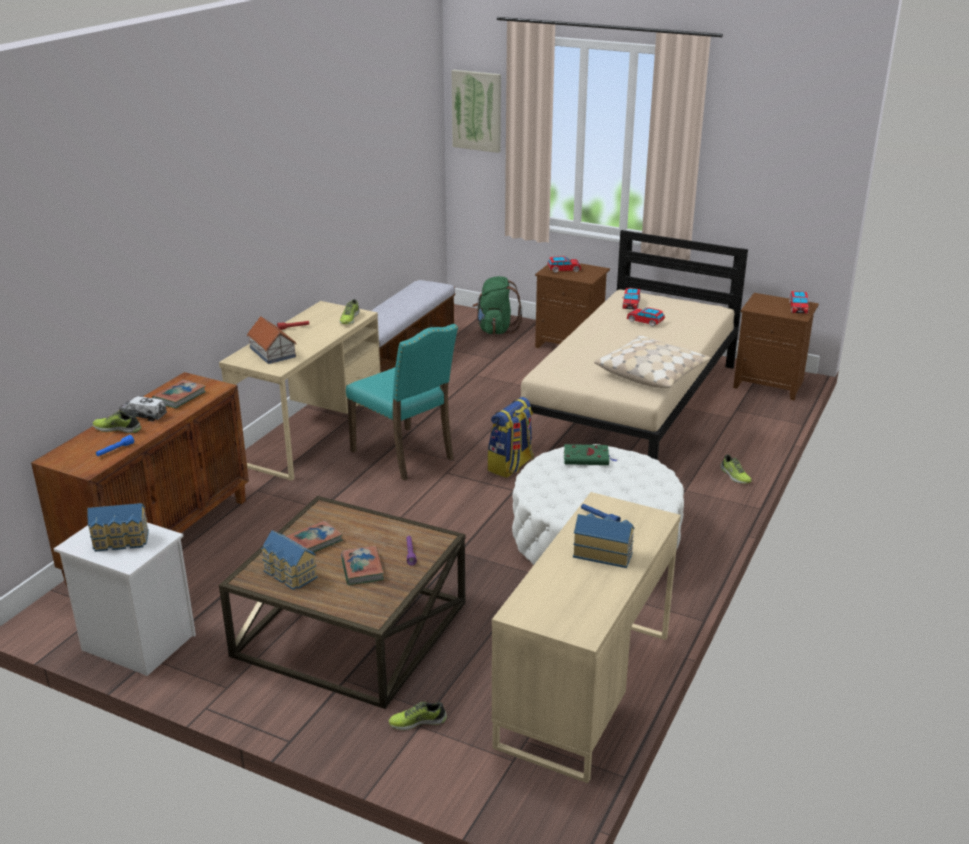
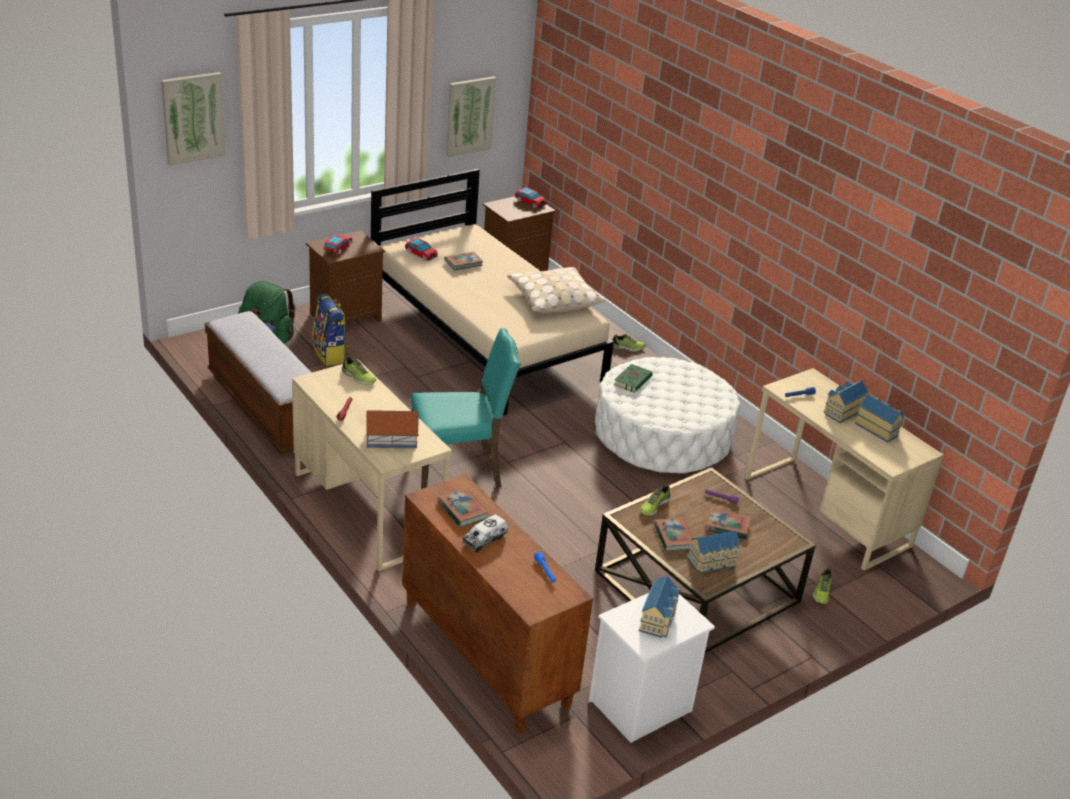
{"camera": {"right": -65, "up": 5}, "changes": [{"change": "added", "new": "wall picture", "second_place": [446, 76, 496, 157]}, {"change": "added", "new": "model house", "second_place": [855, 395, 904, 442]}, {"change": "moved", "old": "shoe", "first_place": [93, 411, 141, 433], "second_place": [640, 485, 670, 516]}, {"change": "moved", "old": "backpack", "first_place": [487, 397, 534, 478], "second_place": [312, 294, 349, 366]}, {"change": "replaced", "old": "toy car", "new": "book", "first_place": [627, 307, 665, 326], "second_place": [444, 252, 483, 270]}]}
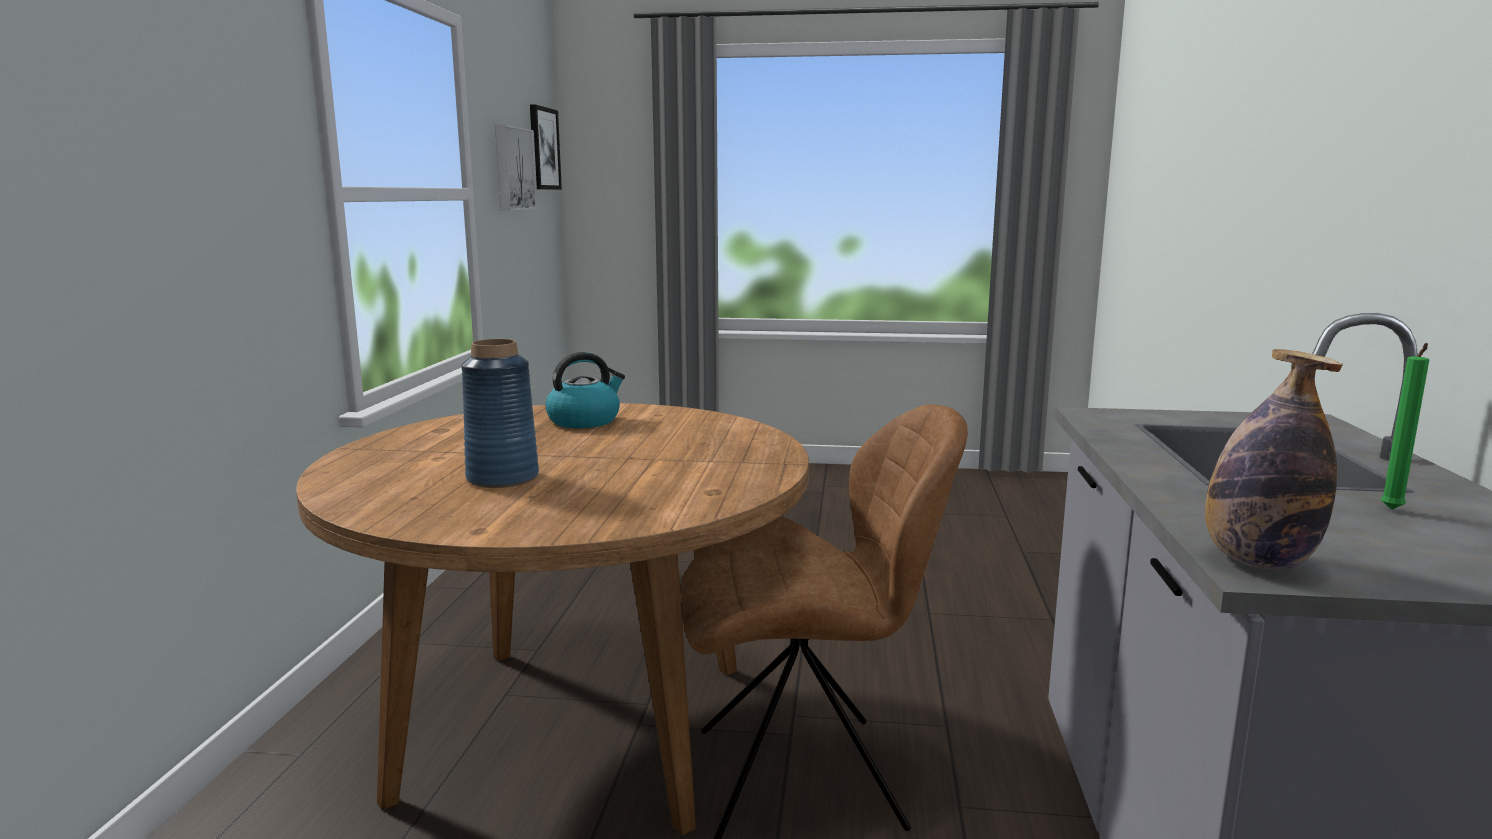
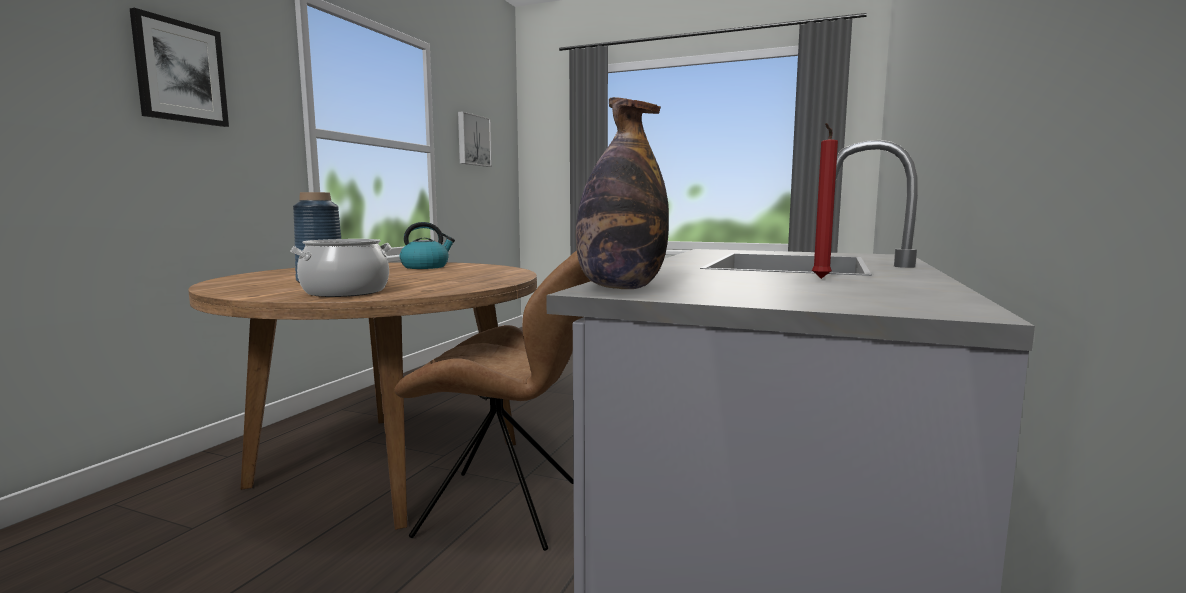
{"camera": {"right": 15, "up": -5}, "changes": [{"change": "added", "new": "cooking pot", "second_place": [290, 239, 392, 297]}, {"change": "moved", "old": "wall picture", "first_place": [530, 104, 562, 190], "second_place": [130, 8, 229, 127]}, {"change": "recoloured", "old": "greenish candle", "new": "red candle", "first_place": [1381, 343, 1429, 510], "second_place": [812, 123, 838, 279]}]}
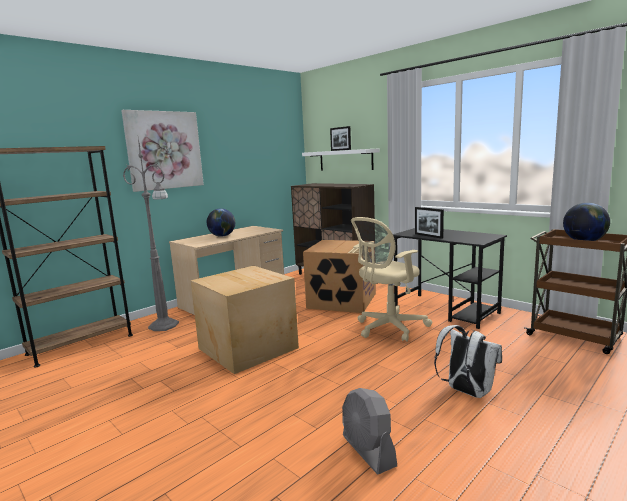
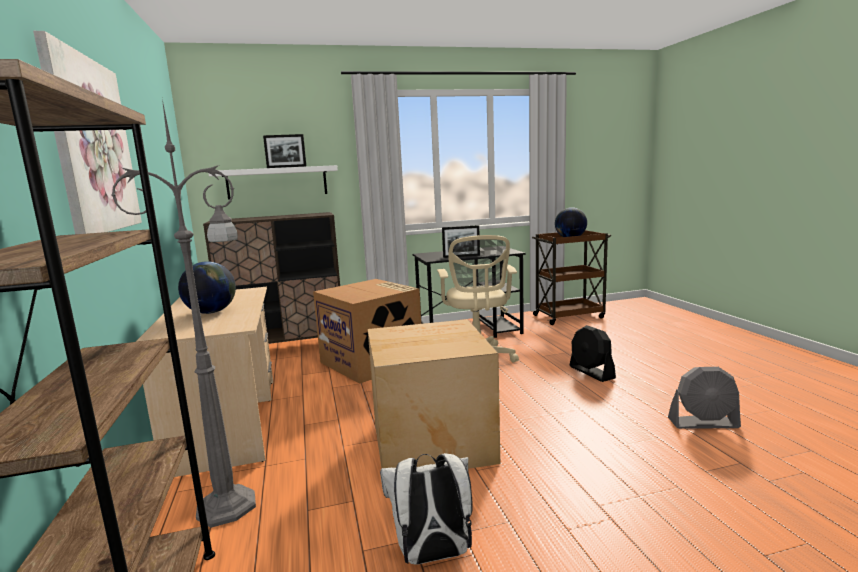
{"camera": {"right": -60, "up": 0}, "changes": [{"change": "added", "new": "black fan", "second_place": [570, 325, 616, 382]}, {"change": "moved", "old": "whitish backpack", "first_place": [434, 325, 502, 398], "second_place": [380, 453, 473, 565]}]}
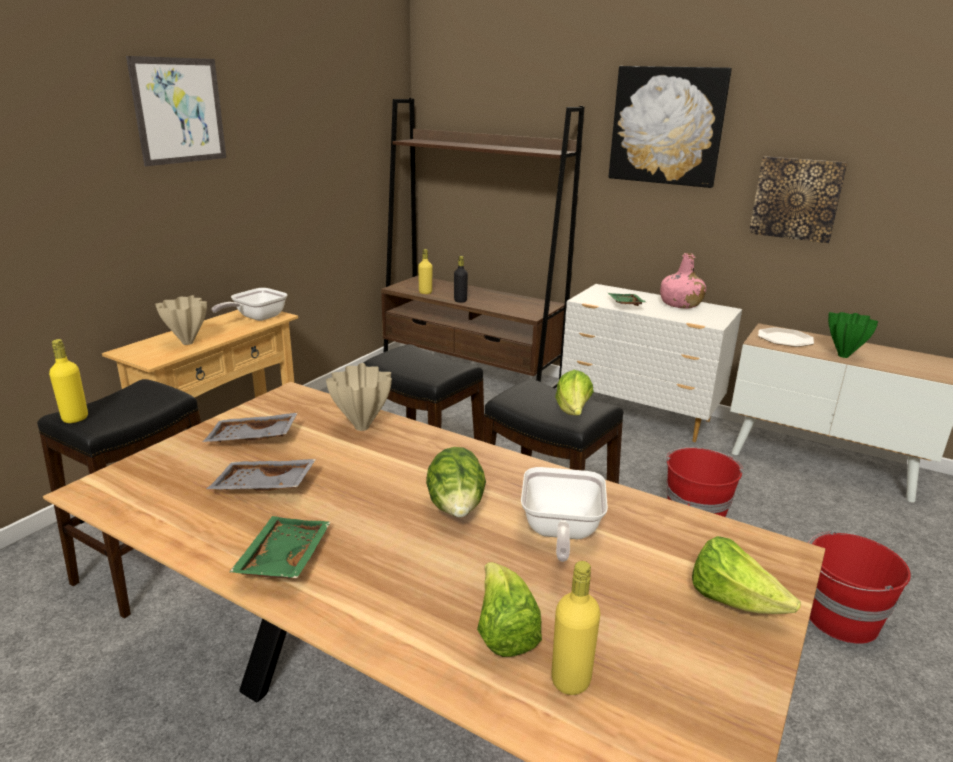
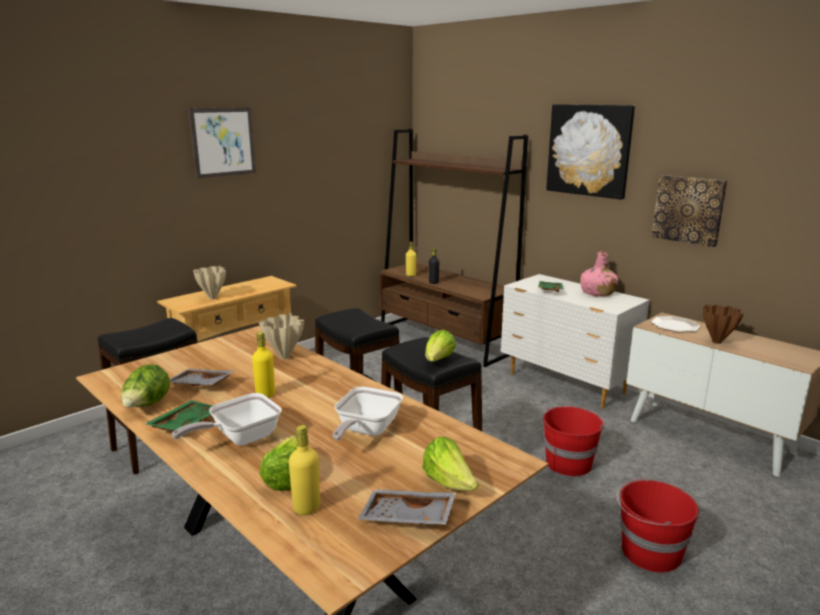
{"camera": {"right": 15, "up": -5}, "changes": [{"change": "moved", "old": "yellow drink bottle", "first_place": [49, 339, 88, 423], "second_place": [252, 332, 275, 398]}, {"change": "moved", "old": "grey serving tray", "first_place": [202, 413, 298, 442], "second_place": [358, 489, 456, 525]}, {"change": "moved", "old": "frying pan", "first_place": [211, 288, 287, 321], "second_place": [172, 393, 282, 446]}, {"change": "moved", "old": "lettuce", "first_place": [426, 447, 486, 517], "second_place": [121, 364, 170, 407]}, {"change": "recoloured", "old": "greenish vase", "new": "brown vase", "first_place": [828, 312, 878, 358], "second_place": [703, 304, 744, 344]}]}
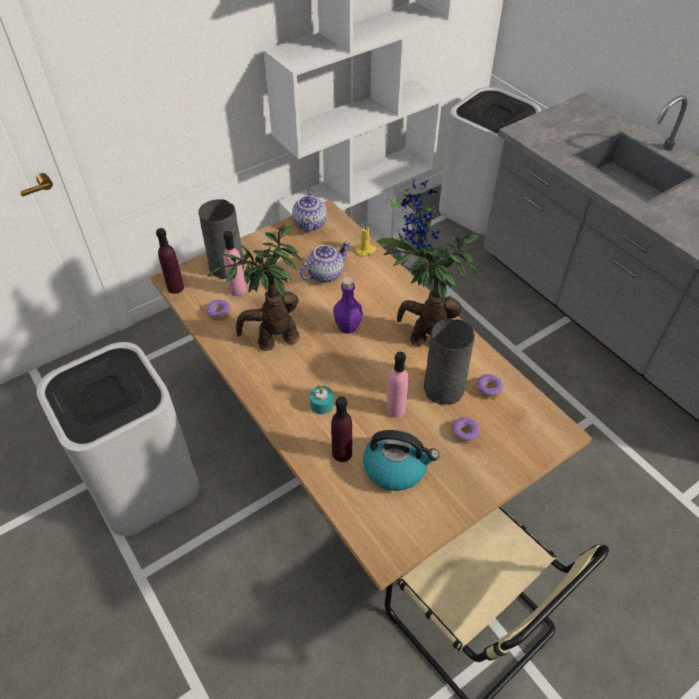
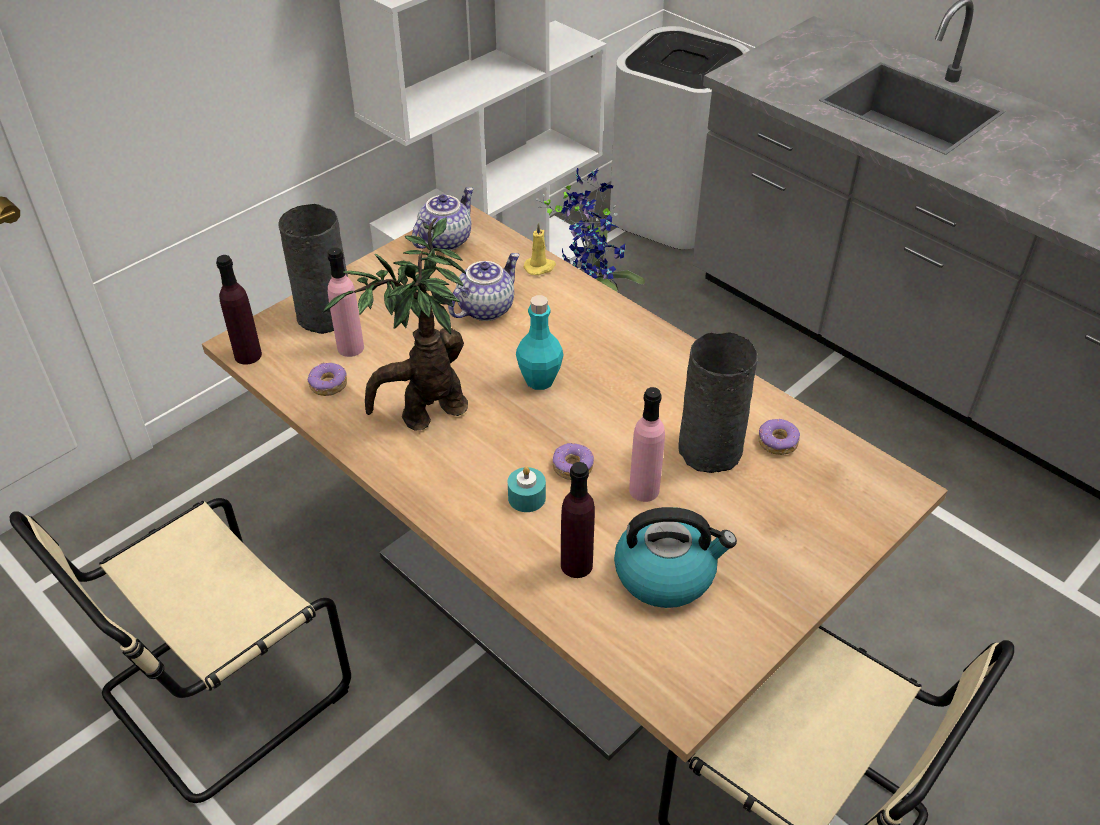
{"camera": {"right": -10, "up": -5}, "changes": [{"change": "removed", "old": "plant in a pot", "first_place": [383, 233, 480, 346]}, {"change": "moved", "old": "donut", "first_place": [452, 417, 480, 444], "second_place": [552, 443, 594, 480]}, {"change": "replaced", "old": "whitish waste bin", "new": "sand-coloured chair", "first_place": [36, 342, 199, 536], "second_place": [9, 498, 351, 803]}, {"change": "recoloured", "old": "purple-coloured drink bottle", "new": "turquoise drink bottle", "first_place": [333, 277, 363, 334], "second_place": [516, 295, 563, 390]}, {"change": "turned", "old": "tea pot", "first_place": [292, 188, 327, 232], "second_place": [412, 187, 474, 250], "degrees": -135}]}
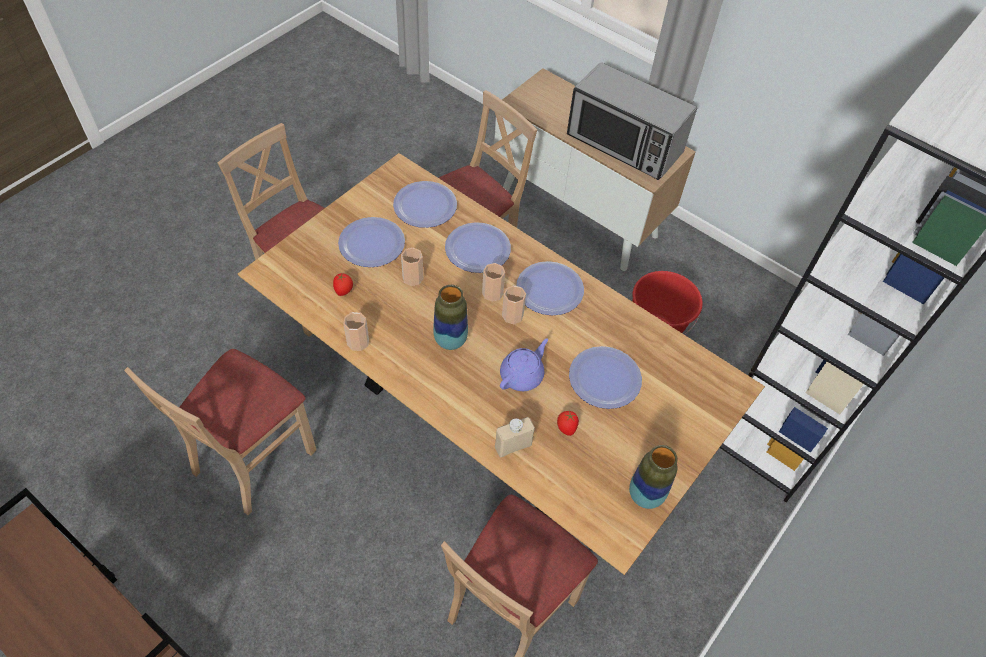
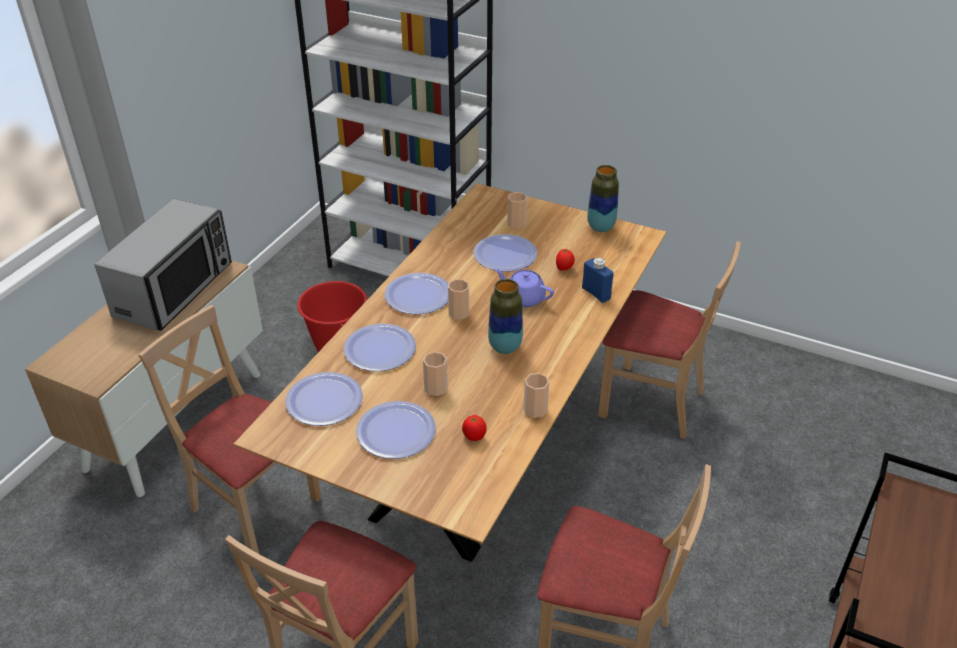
{"camera": {"right": -100, "up": -15}, "changes": [{"change": "moved", "old": "drinking cup", "first_place": [482, 263, 505, 302], "second_place": [507, 192, 527, 229]}, {"change": "recoloured", "old": "sand-coloured drink bottle", "new": "blue drink bottle", "first_place": [495, 417, 535, 458], "second_place": [582, 258, 614, 303]}]}
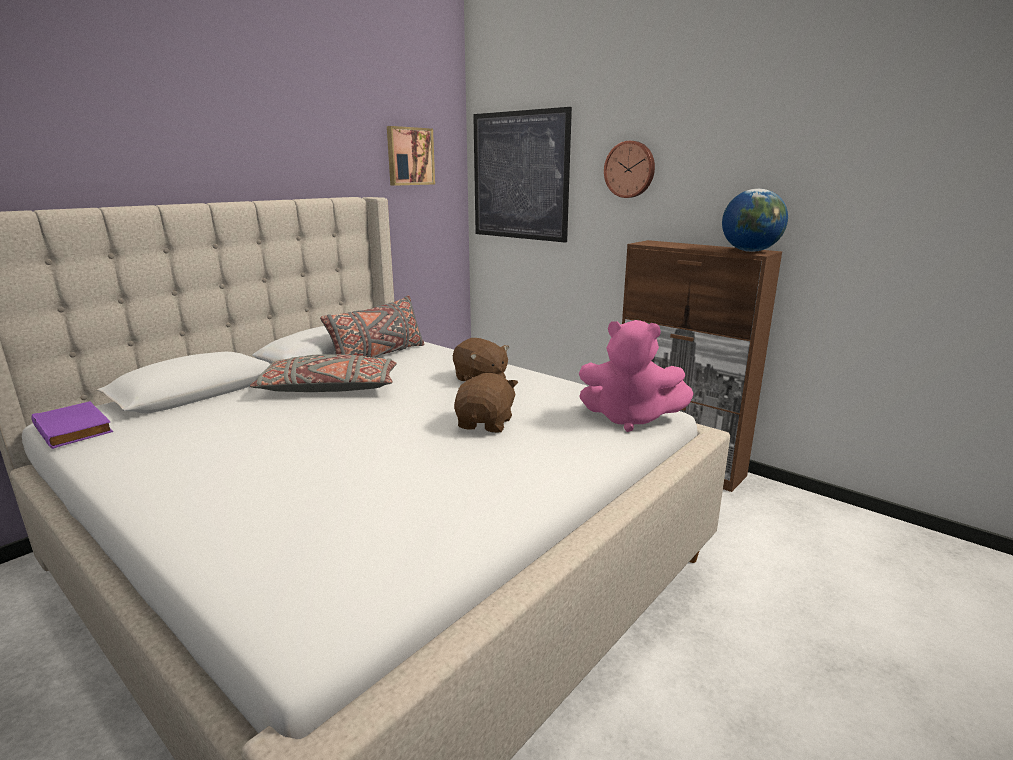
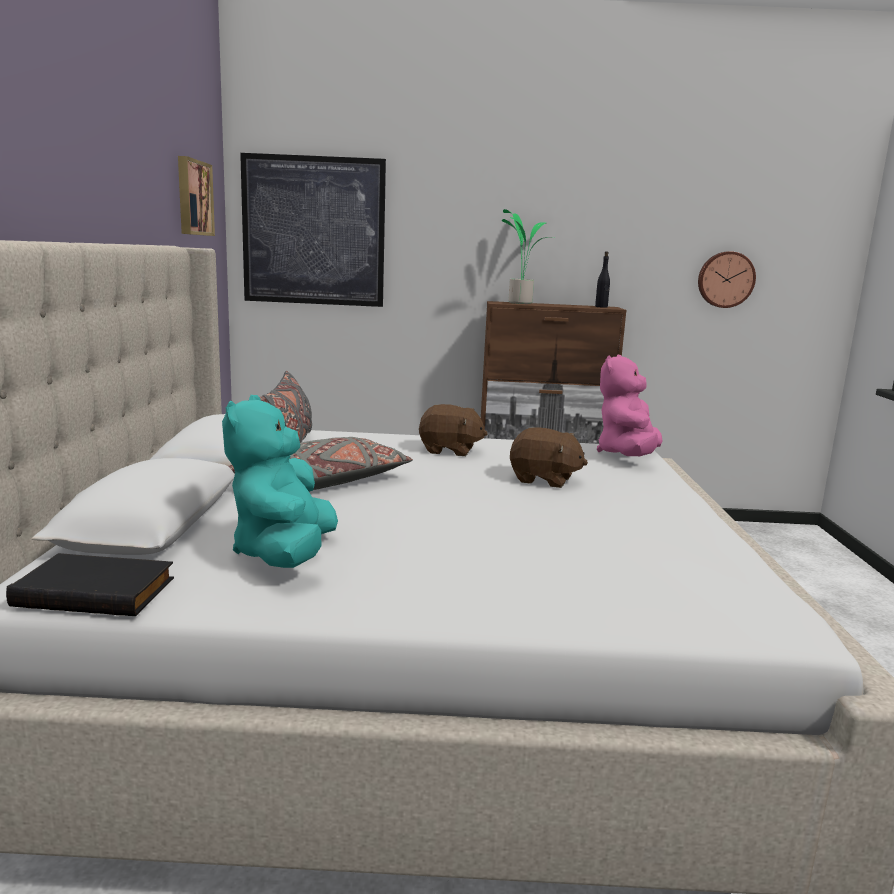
{"camera": {"right": -40, "up": -5}, "changes": [{"change": "added", "new": "turquoise cuddly toy", "second_place": [222, 395, 338, 568]}, {"change": "added", "new": "plant in a pot", "second_place": [502, 209, 554, 304]}, {"change": "moved", "old": "hanging clock", "first_place": [604, 141, 655, 198], "second_place": [698, 251, 756, 308]}, {"change": "replaced", "old": "world globe", "new": "black drink bottle", "first_place": [722, 189, 788, 252], "second_place": [595, 251, 610, 308]}, {"change": "recoloured", "old": "purple-coloured book", "new": "black book", "first_place": [32, 401, 113, 449], "second_place": [6, 553, 174, 616]}, {"change": "turned", "old": "brown cuddly toy", "first_place": [454, 373, 518, 433], "second_place": [510, 428, 588, 488], "degrees": 135}, {"change": "turned", "old": "pink cuddly toy", "first_place": [579, 320, 694, 432], "second_place": [597, 354, 663, 456], "degrees": 135}]}
